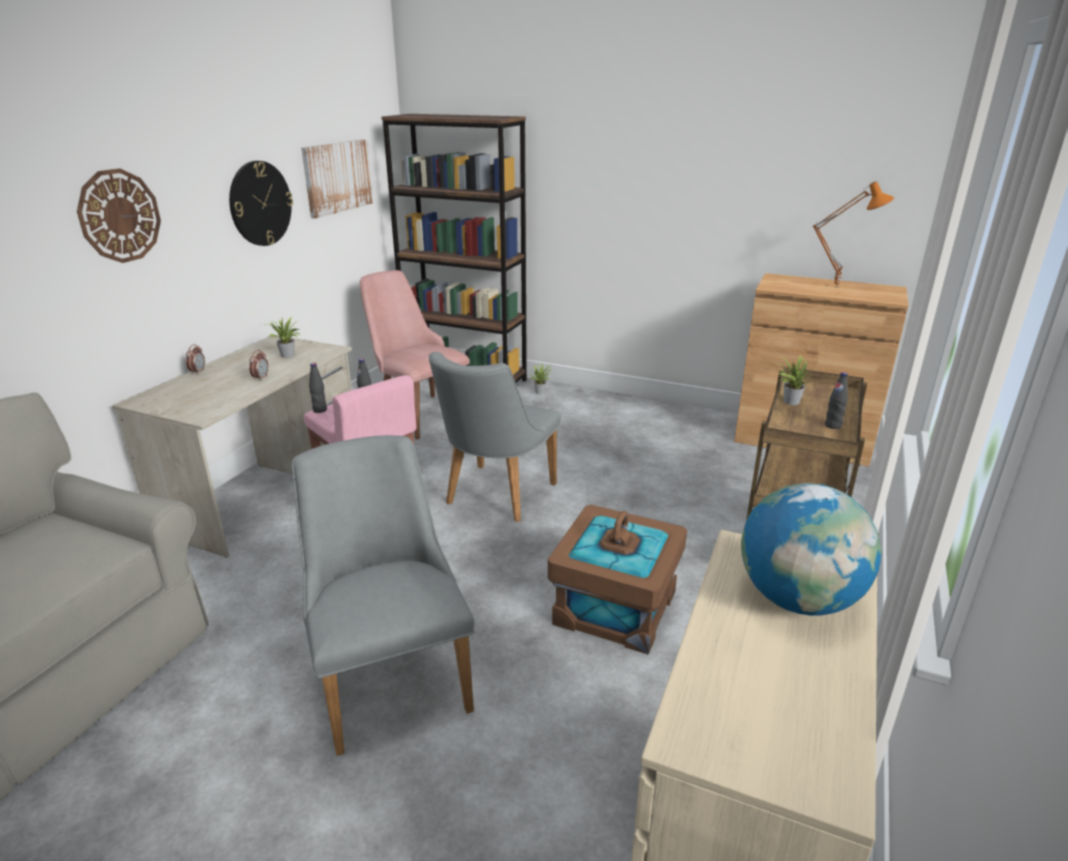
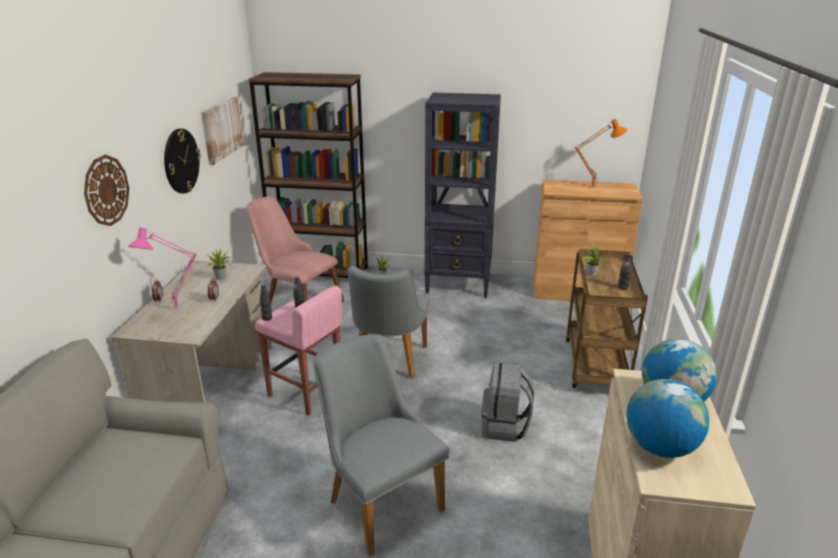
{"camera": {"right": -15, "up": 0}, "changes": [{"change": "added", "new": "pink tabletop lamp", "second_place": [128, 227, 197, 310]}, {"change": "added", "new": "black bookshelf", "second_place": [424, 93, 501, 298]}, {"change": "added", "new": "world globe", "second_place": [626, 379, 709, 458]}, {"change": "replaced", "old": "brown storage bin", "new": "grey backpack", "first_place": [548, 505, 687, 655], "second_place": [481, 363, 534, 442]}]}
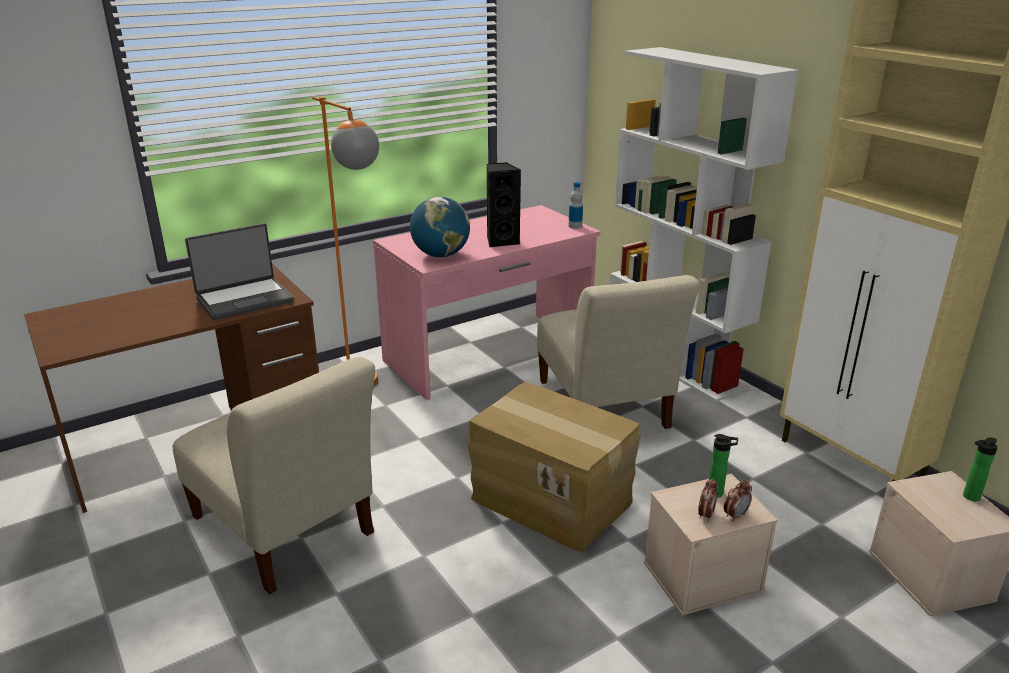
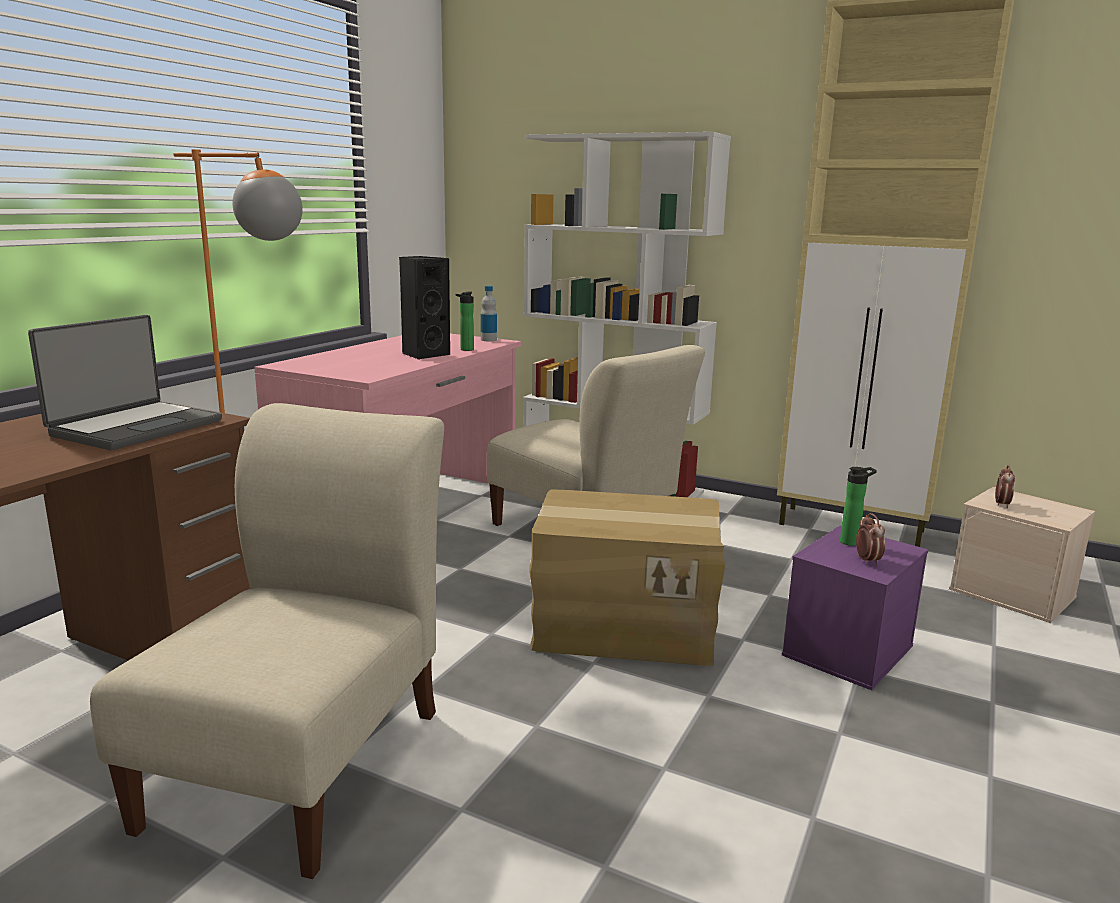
{"camera": {"right": -30, "up": -10}, "changes": [{"change": "removed", "old": "world globe", "first_place": [410, 197, 470, 257]}, {"change": "moved", "old": "alarm clock", "first_place": [724, 480, 752, 522], "second_place": [995, 465, 1015, 508]}, {"change": "moved", "old": "drink bottle", "first_place": [963, 437, 998, 501], "second_place": [455, 292, 474, 351]}, {"change": "recoloured", "old": "sand-coloured storage bin", "new": "purple-coloured storage bin", "first_place": [644, 474, 778, 616], "second_place": [782, 526, 928, 690]}, {"change": "turned", "old": "sand-coloured chair", "first_place": [173, 357, 375, 594], "second_place": [90, 403, 444, 879], "degrees": -90}]}
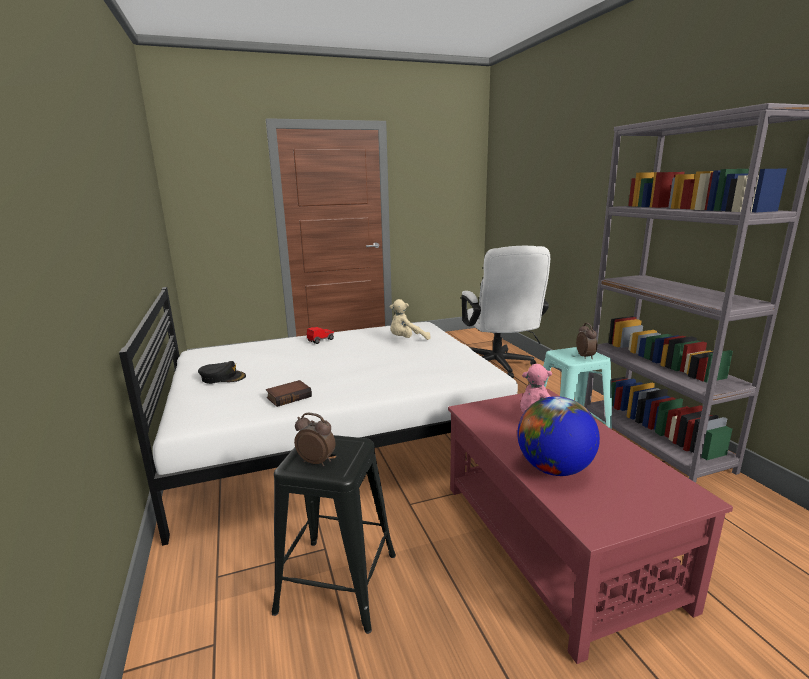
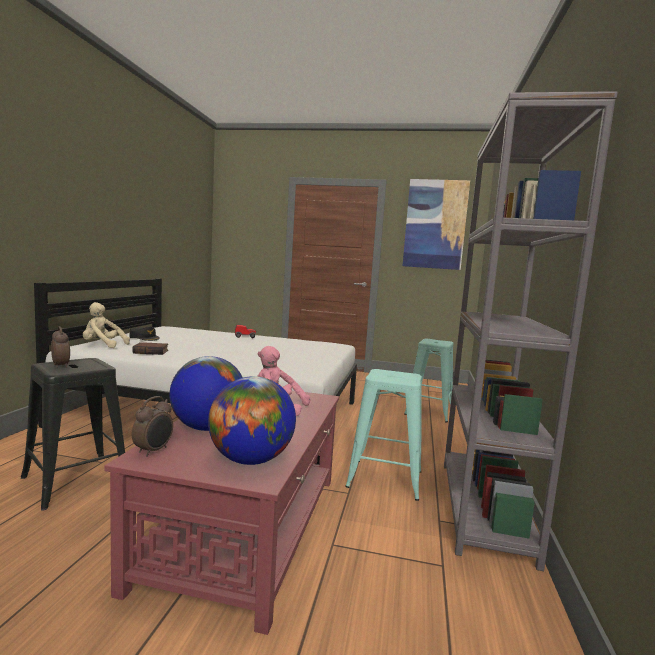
{"camera": {"right": 30, "up": -10}, "changes": [{"change": "added", "new": "world globe", "second_place": [208, 376, 296, 465]}, {"change": "added", "new": "wall picture", "second_place": [403, 179, 470, 270]}, {"change": "moved", "old": "sand-coloured cuddly toy", "first_place": [390, 299, 431, 340], "second_place": [83, 302, 130, 348]}, {"change": "moved", "old": "alarm clock", "first_place": [576, 323, 597, 359], "second_place": [131, 396, 173, 457]}, {"change": "replaced", "old": "whitish desk chair", "new": "turquoise stool seat", "first_place": [461, 246, 550, 378], "second_place": [404, 338, 453, 423]}]}
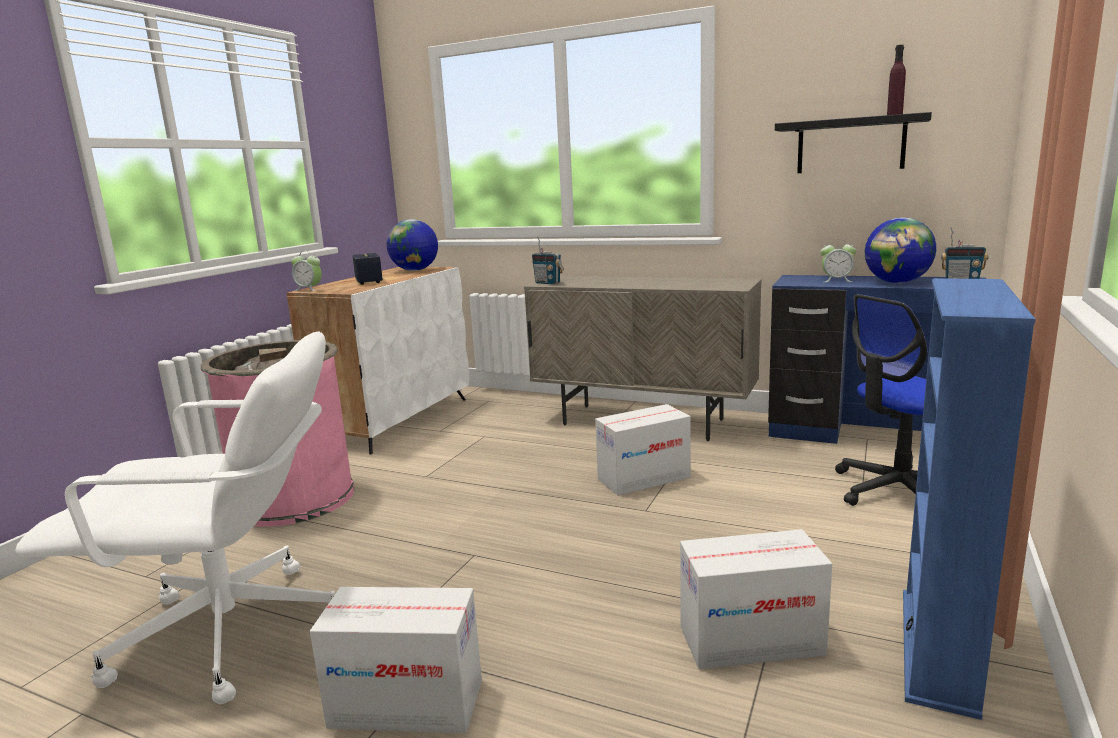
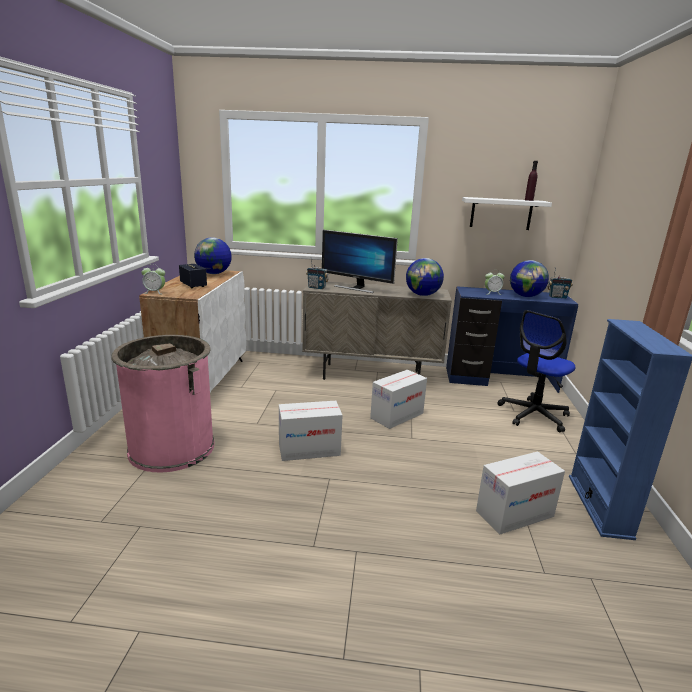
{"camera": {"right": -20, "up": 5}, "changes": [{"change": "removed", "old": "whitish desk chair", "first_place": [15, 331, 335, 704]}, {"change": "added", "new": "computer screen", "second_place": [322, 230, 398, 293]}, {"change": "added", "new": "world globe", "second_place": [406, 258, 444, 296]}, {"change": "moved", "old": "packing box", "first_place": [310, 587, 482, 733], "second_place": [279, 401, 343, 461]}, {"change": "recoloured", "old": "black shelf", "new": "whitish shelf", "first_place": [775, 112, 932, 173], "second_place": [462, 197, 552, 230]}]}
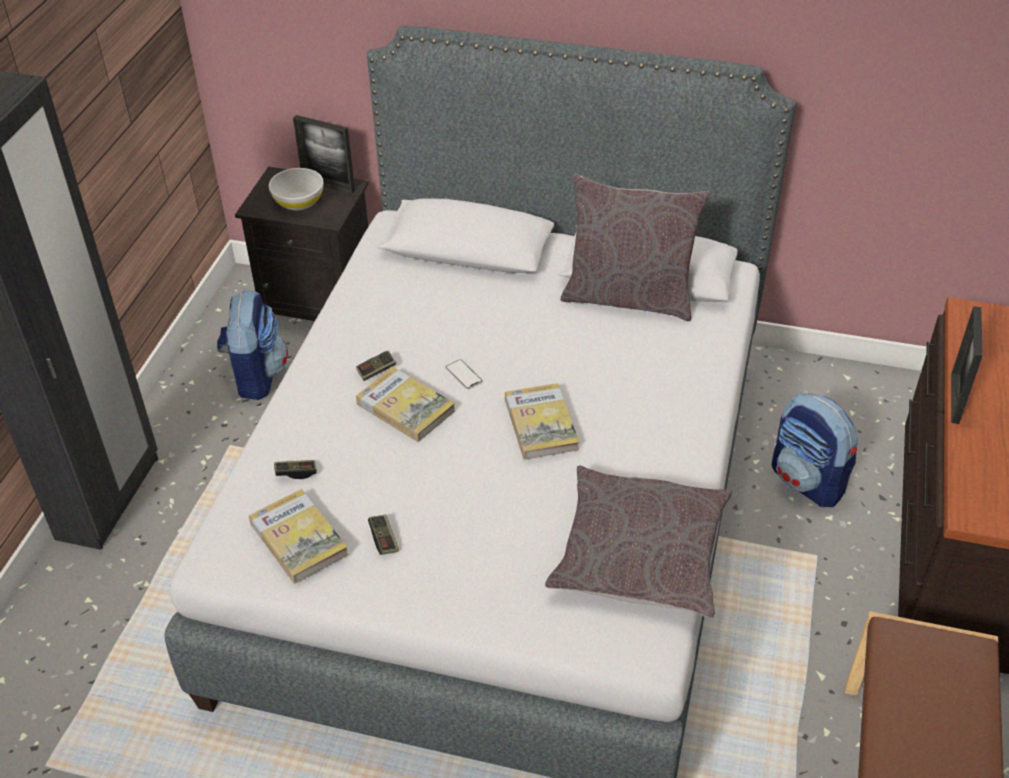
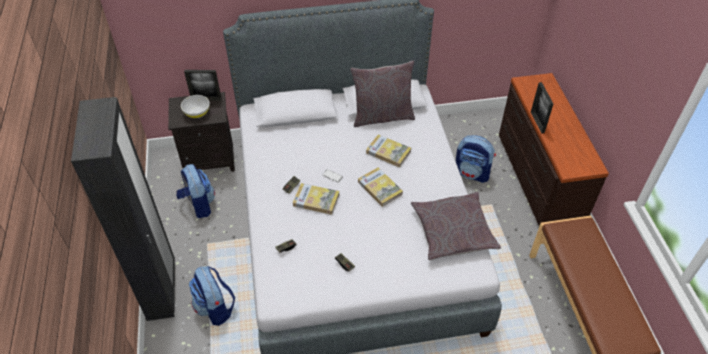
{"camera": {"right": -25, "up": 5}, "changes": [{"change": "added", "new": "backpack", "second_place": [189, 266, 235, 326]}, {"change": "moved", "old": "book", "first_place": [249, 489, 349, 584], "second_place": [366, 134, 411, 167]}]}
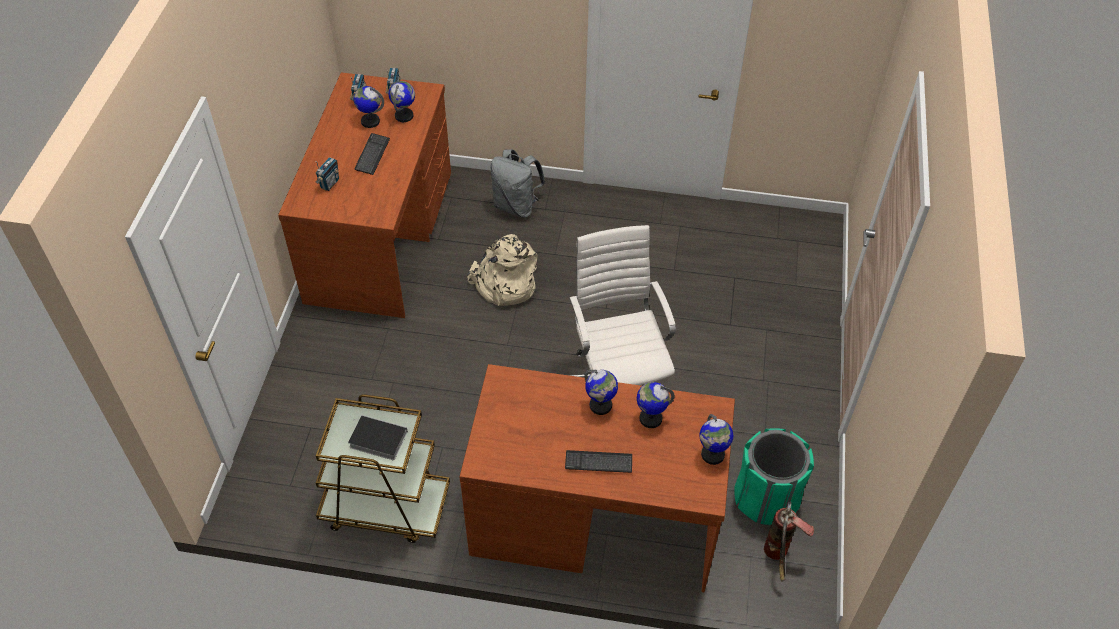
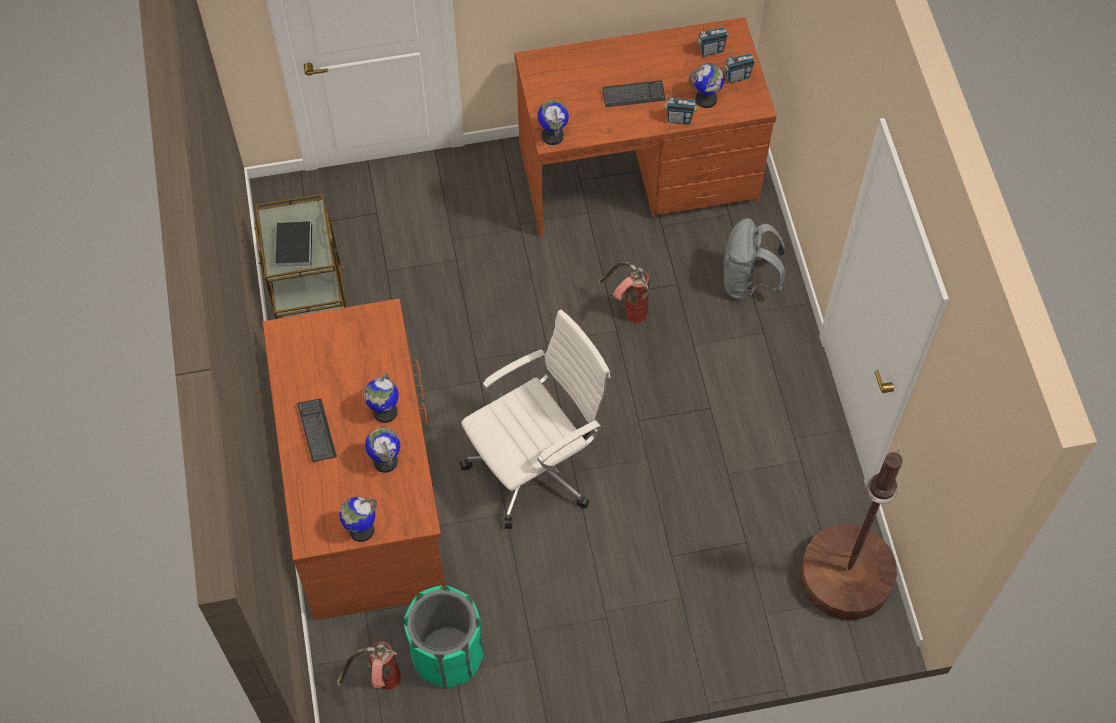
{"camera": {"right": 70, "up": 10}, "changes": [{"change": "added", "new": "brown standing lamp", "second_place": [800, 447, 903, 620]}, {"change": "moved", "old": "radio set", "first_place": [315, 157, 339, 191], "second_place": [664, 89, 697, 125]}, {"change": "moved", "old": "world globe", "first_place": [354, 86, 384, 128], "second_place": [538, 100, 569, 145]}, {"change": "replaced", "old": "sand-coloured backpack", "new": "fire extinguisher", "first_place": [467, 234, 538, 306], "second_place": [598, 261, 649, 323]}]}
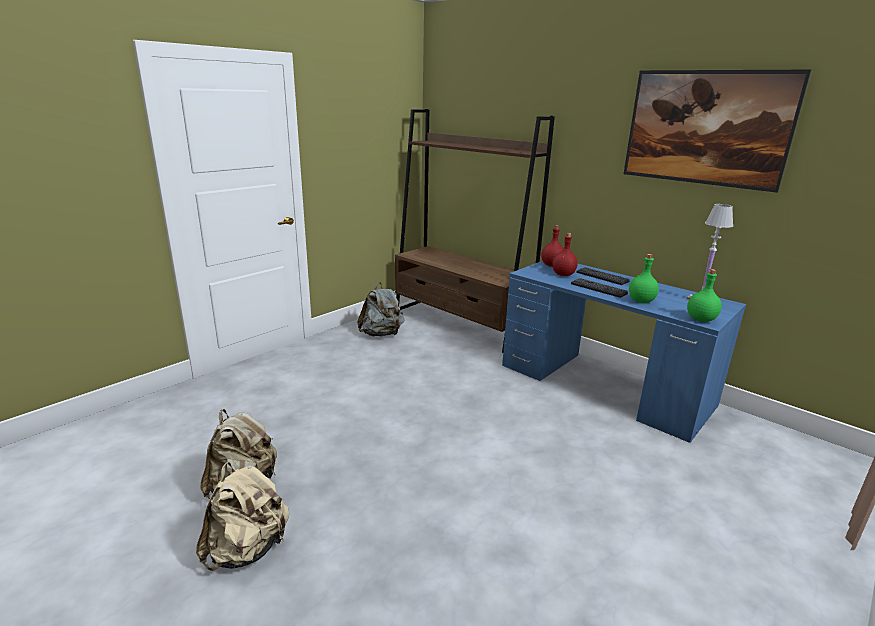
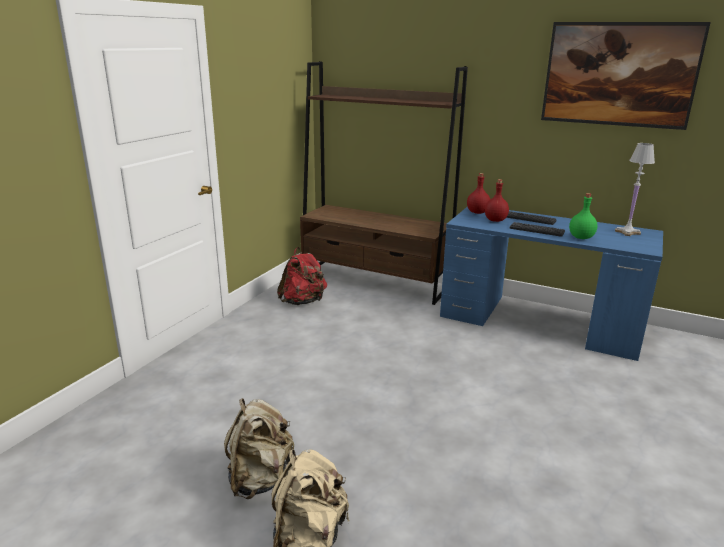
{"camera": {"right": -15, "up": 0}, "changes": [{"change": "removed", "old": "greenish drink bottle", "first_place": [687, 269, 722, 322]}, {"change": "recoloured", "old": "grey backpack", "new": "red backpack", "first_place": [357, 282, 405, 337], "second_place": [277, 247, 327, 305]}]}
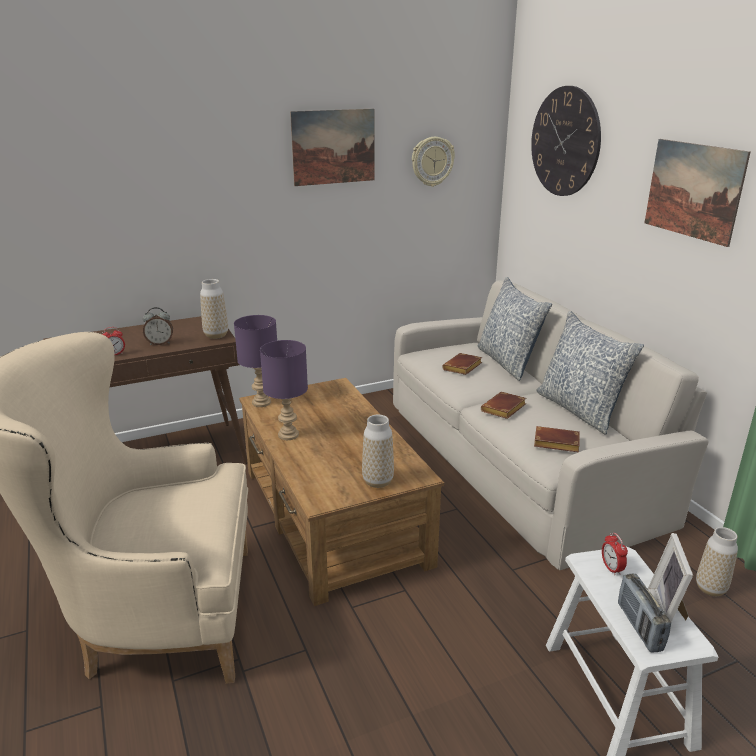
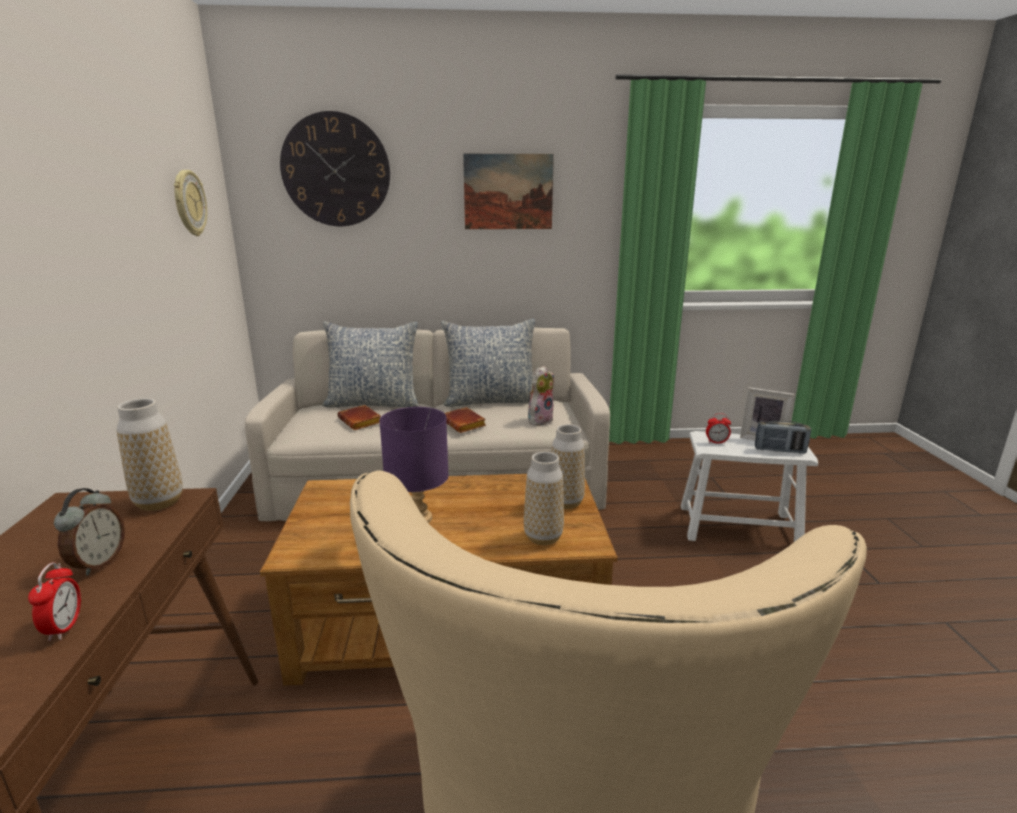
{"camera": {"right": -70, "up": -5}, "changes": [{"change": "removed", "old": "purple-coloured tabletop lamp", "first_place": [234, 315, 277, 407]}, {"change": "removed", "old": "wall picture", "first_place": [290, 109, 375, 186]}, {"change": "moved", "old": "vase", "first_place": [696, 527, 738, 596], "second_place": [524, 452, 564, 545]}, {"change": "replaced", "old": "brown book", "new": "cuddly toy", "first_place": [534, 426, 580, 452], "second_place": [528, 366, 554, 426]}]}
